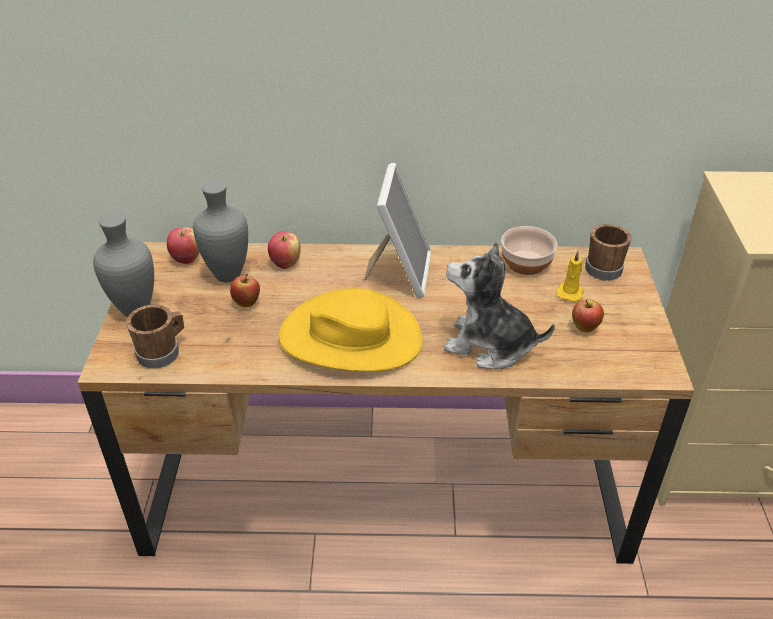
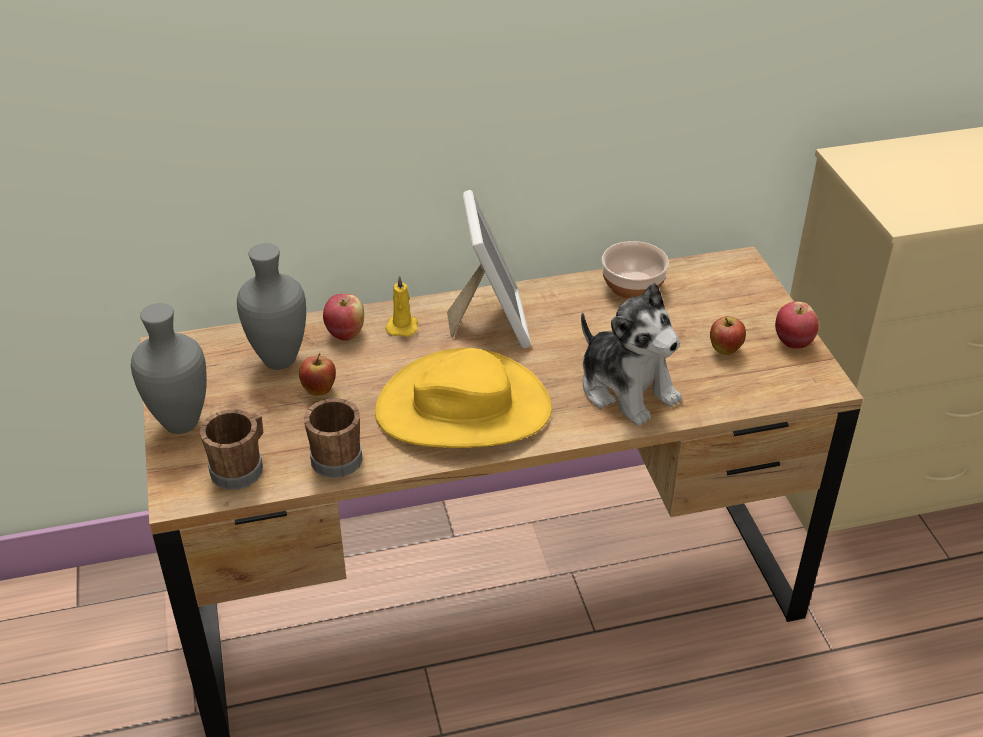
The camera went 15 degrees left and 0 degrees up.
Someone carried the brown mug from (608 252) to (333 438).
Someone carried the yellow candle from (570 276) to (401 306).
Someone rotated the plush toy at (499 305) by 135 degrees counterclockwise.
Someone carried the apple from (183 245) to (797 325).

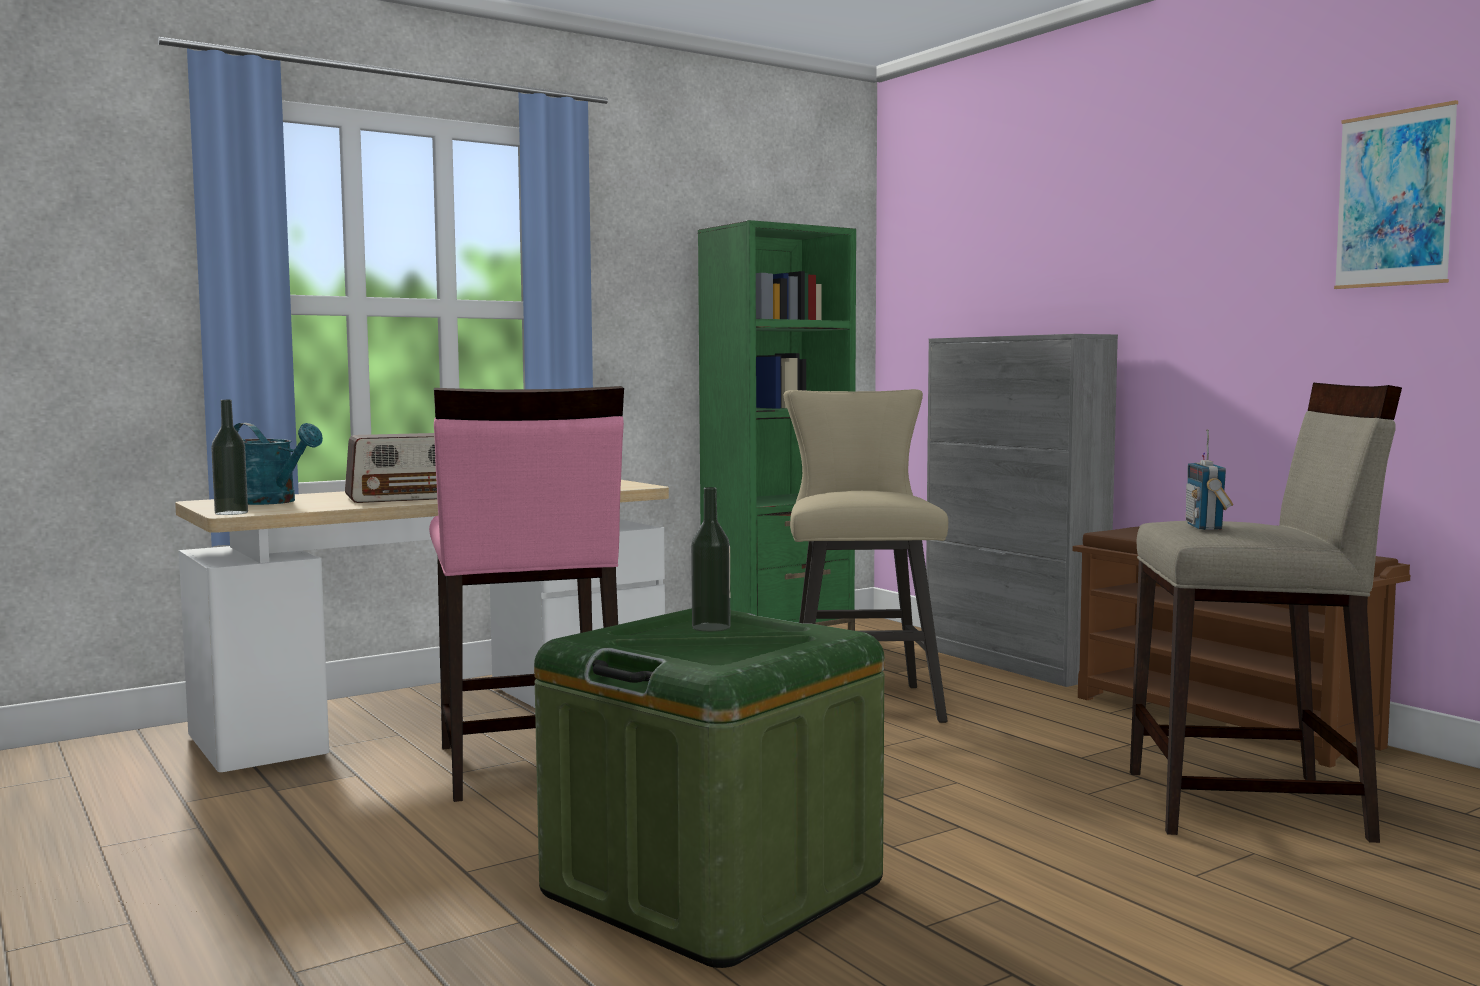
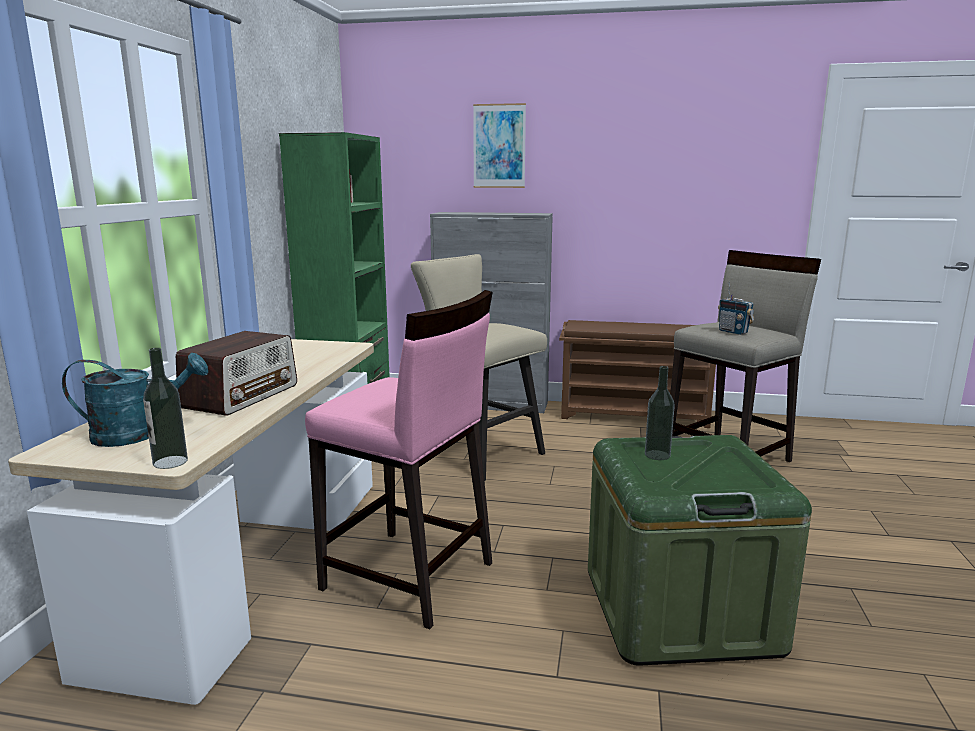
The camera went 45 degrees left and 10 degrees up.
Someone carried the picture from (1396 194) to (499 145).

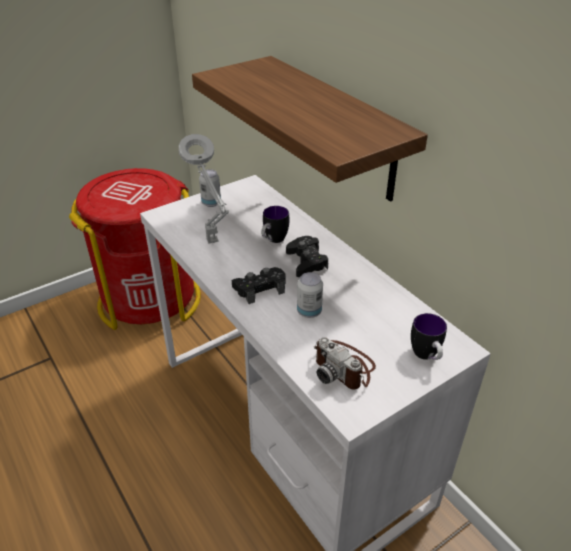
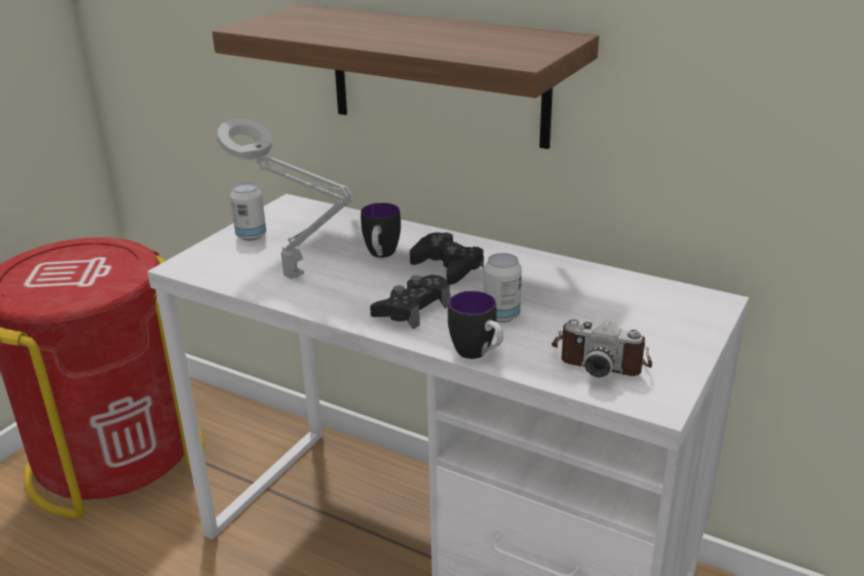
The camera went 25 degrees left and 10 degrees down.
Someone carried the mug from (429 336) to (475 325).

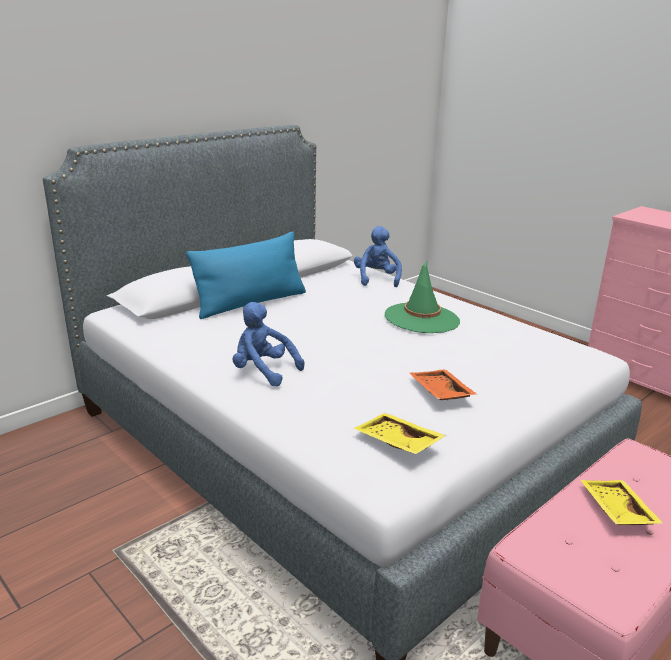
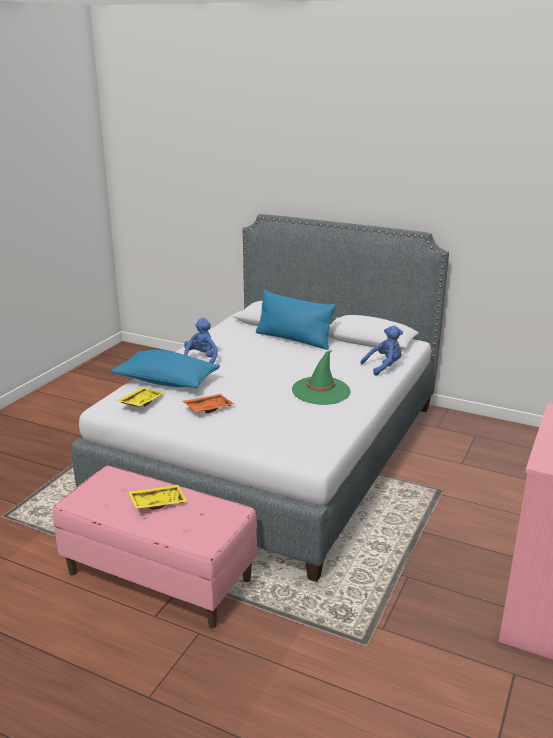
The camera went 70 degrees right and 0 degrees up.
Someone put down the blue pillow at (165 369).

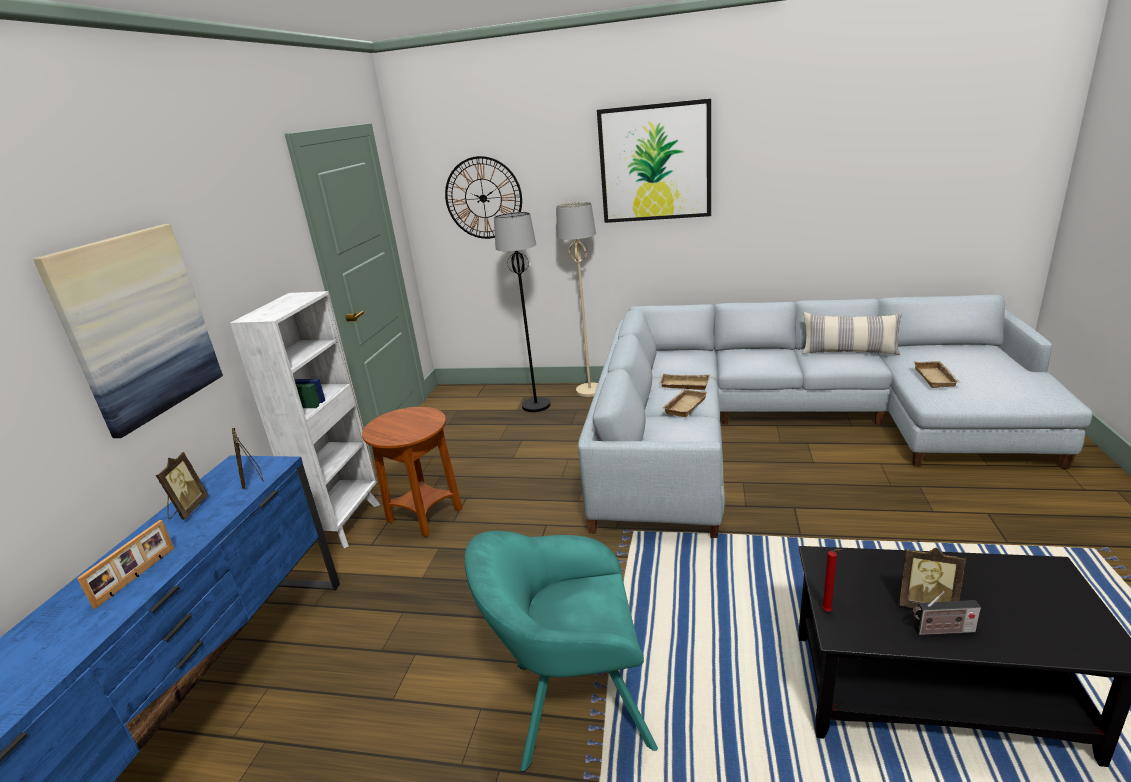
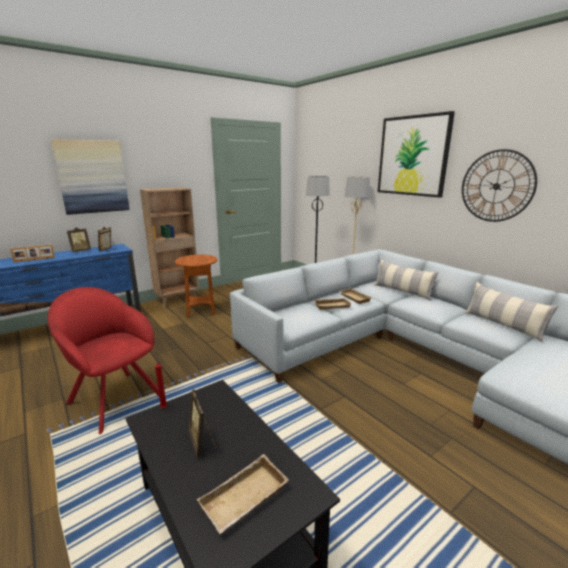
The camera went 40 degrees right and 5 degrees down.
Someone repainted the turquoise armchair at (561 651), which became the red armchair at (103 360).
Someone repainted the white bookcase at (305 419), which became the brown bookcase at (169 247).
Someone carried the beige tray from (937 374) to (243 494).
Someone put down the pillow at (406 280).
Someone carried the wall clock from (483 197) to (499 185).
Someone took away the radio at (946 613).

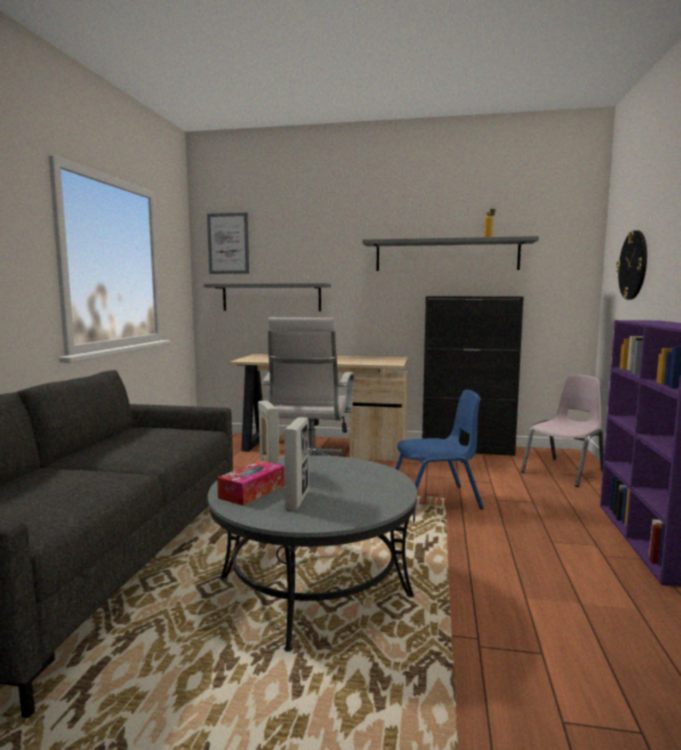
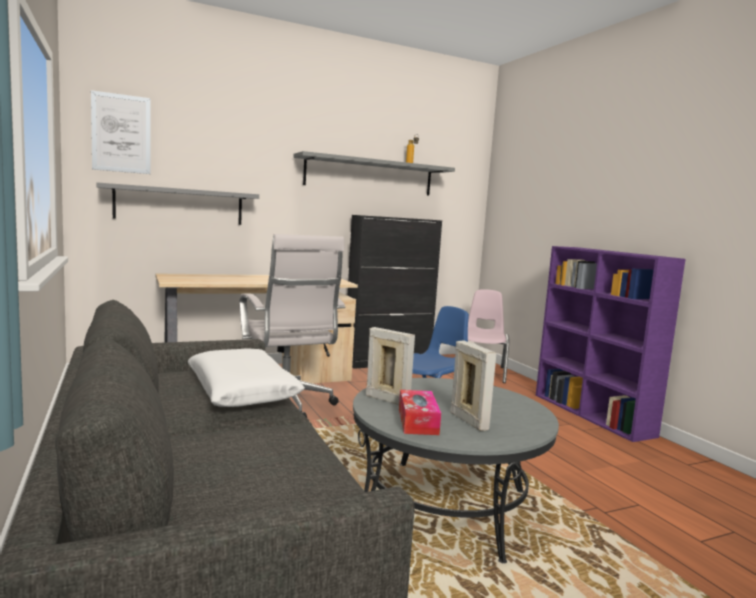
The camera went 35 degrees left and 0 degrees up.
Someone put down the white pillow at (246 377).
Someone took away the wall clock at (631 265).

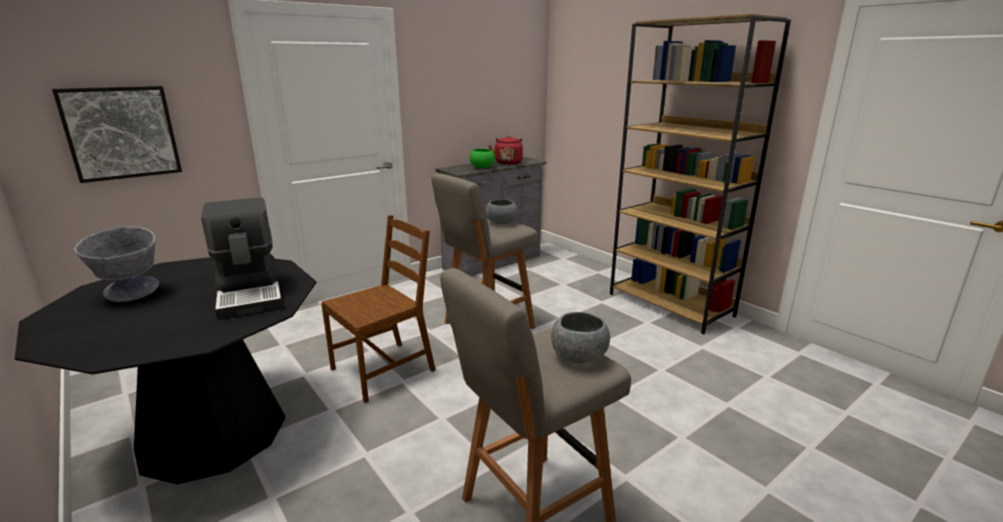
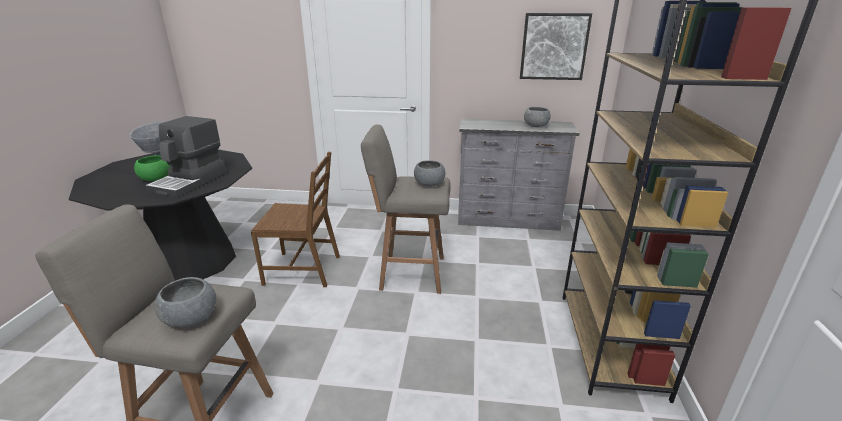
The camera went 45 degrees right and 5 degrees up.
Someone carried the green bowl from (482 158) to (152 168).
Someone carried the picture from (117 134) to (556 46).
Someone swapped the red kettle at (506 150) for the grey bowl at (537 117).

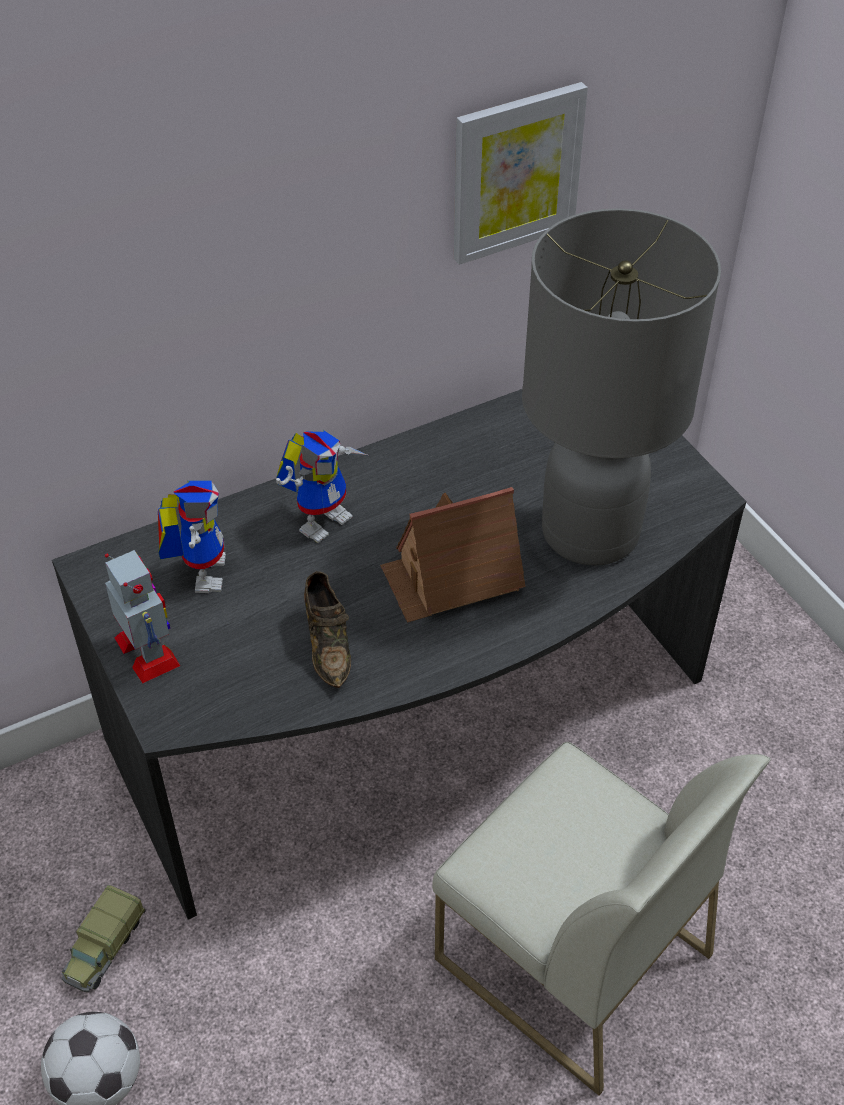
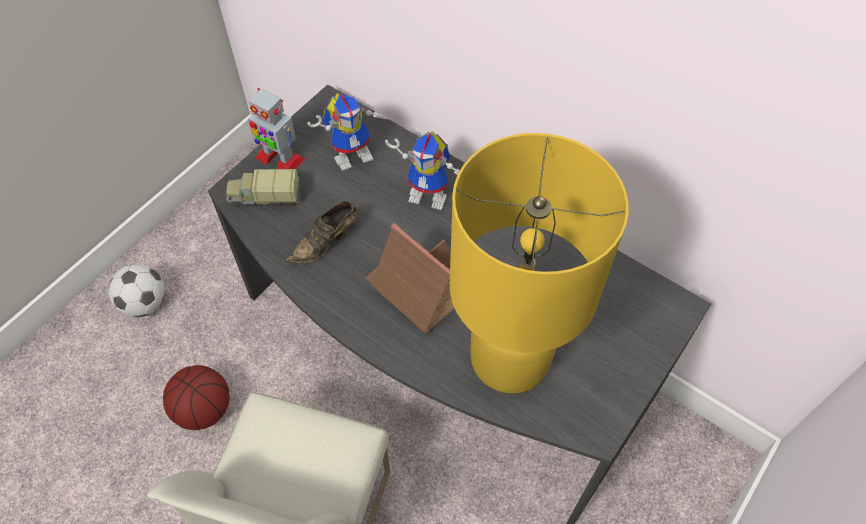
The camera went 65 degrees right and 10 degrees up.
Someone put down the basketball at (196 397).
Someone carried the toy truck from (103 938) to (264 188).
Someone rotated the toy robot at (142 616) by 90 degrees clockwise.
Someone repainted the grey table lamp at (621 386), which became the yellow table lamp at (539 263).
Someone took away the picture at (521 173).

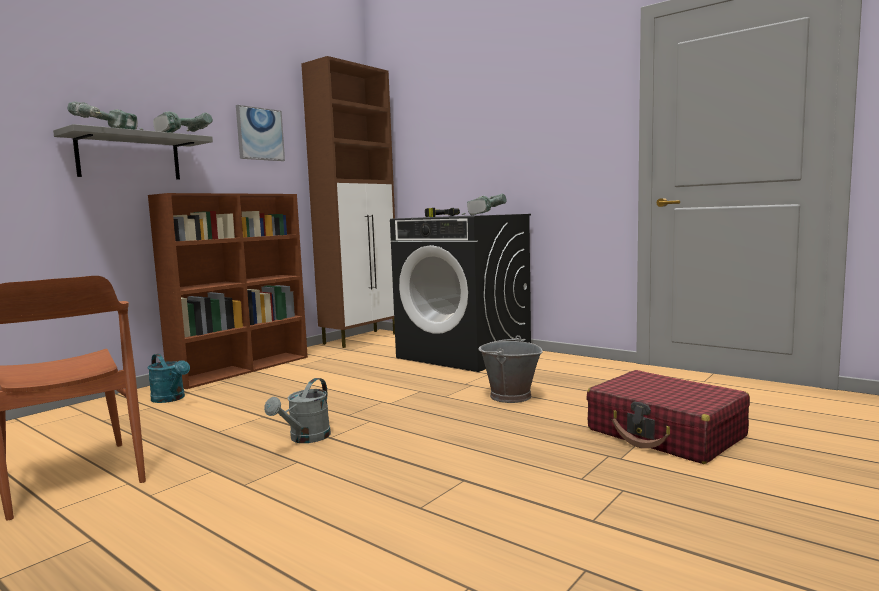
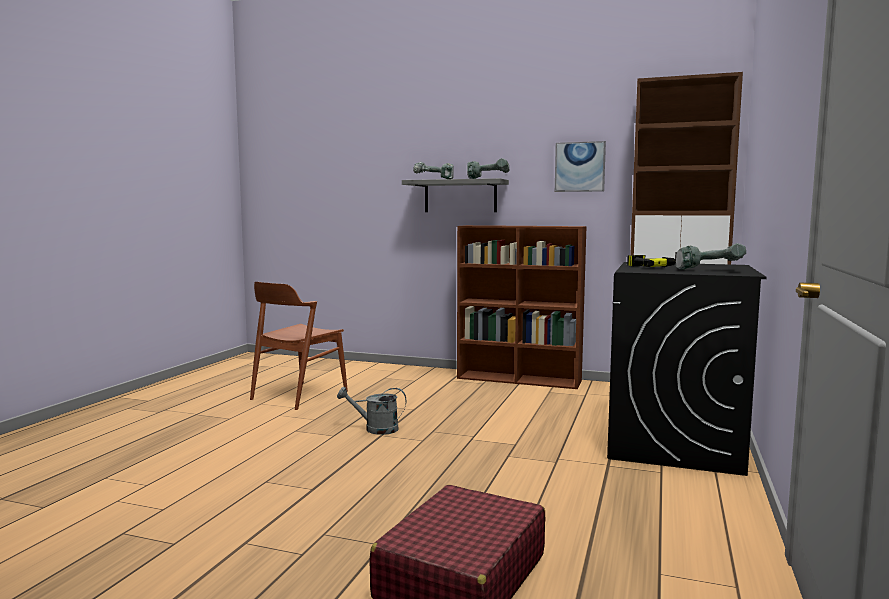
The camera went 70 degrees right and 0 degrees up.
Someone took away the turquoise watering can at (169 378).
Someone took away the grey bucket at (510 369).

